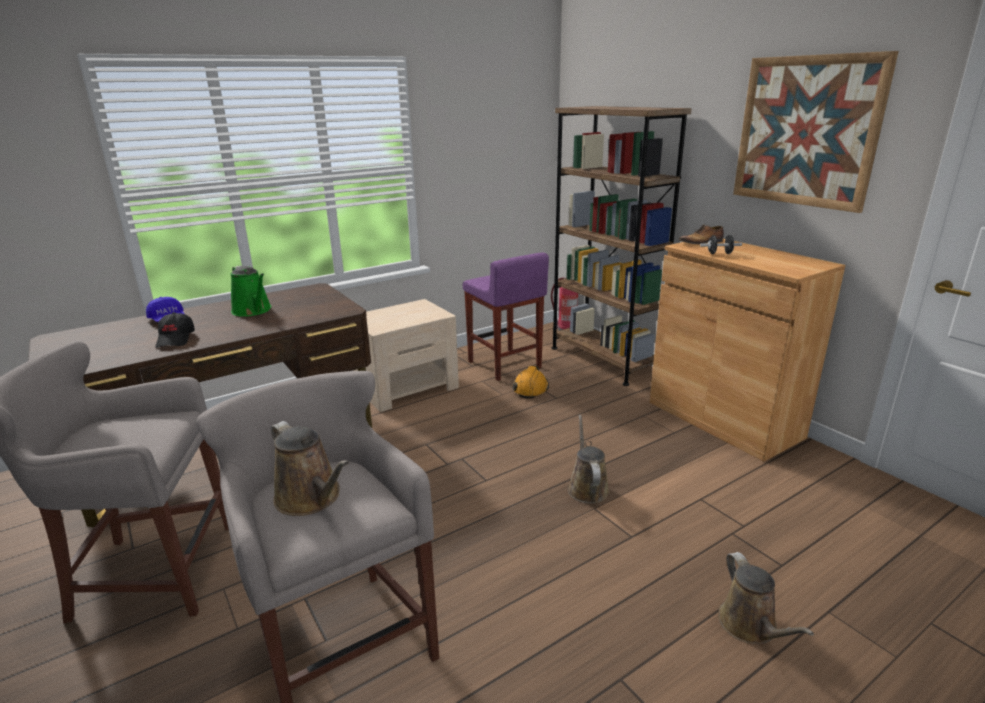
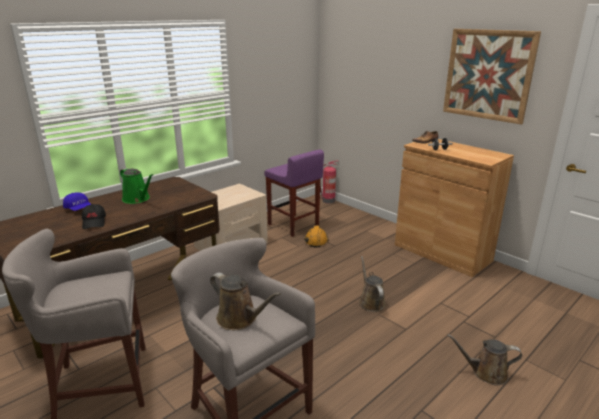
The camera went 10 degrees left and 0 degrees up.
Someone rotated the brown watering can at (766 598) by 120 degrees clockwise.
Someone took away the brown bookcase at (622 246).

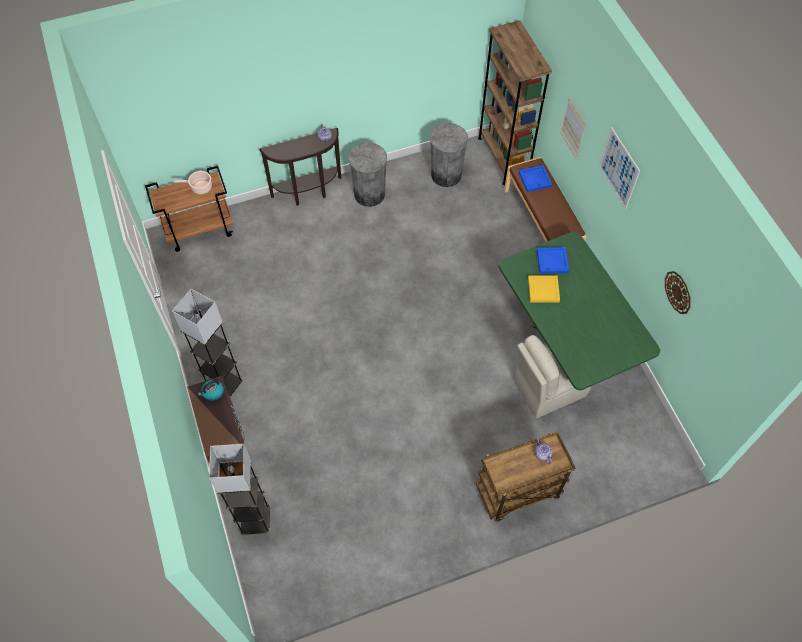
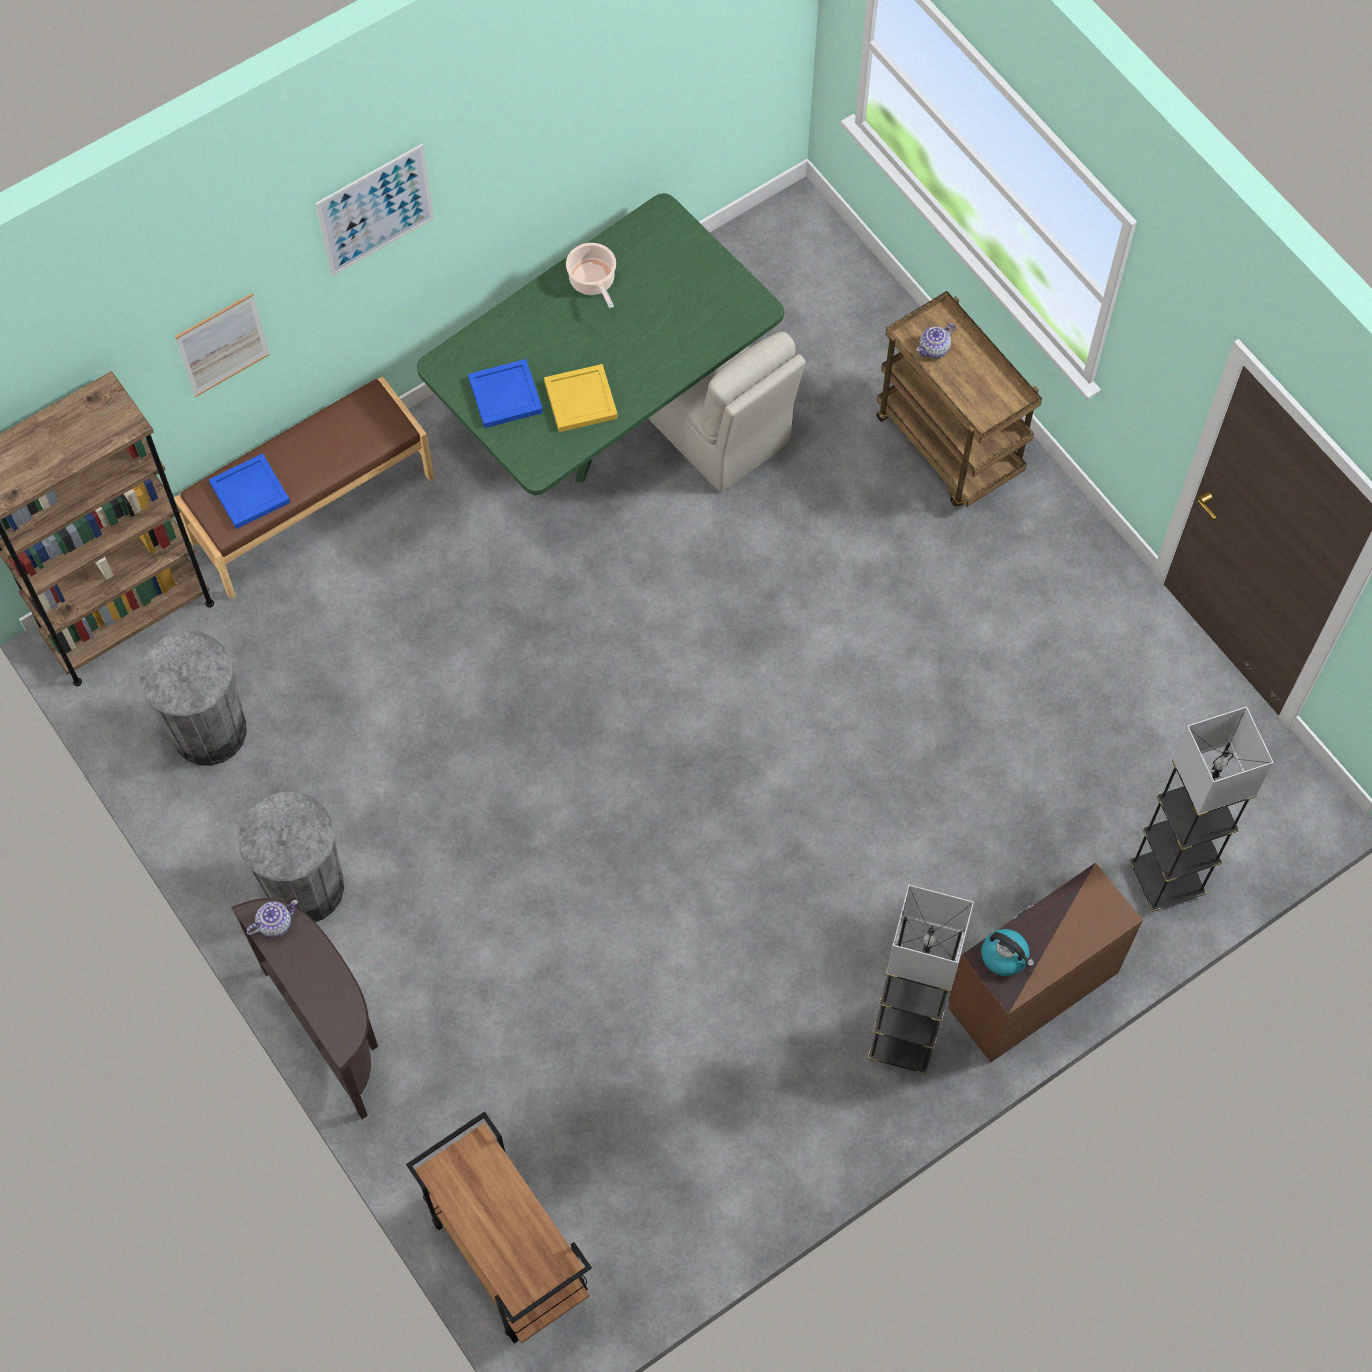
The camera went 105 degrees left and 5 degrees up.
Someone carried the cooking pot from (192 182) to (591 275).
Someone took away the wall clock at (677 292).

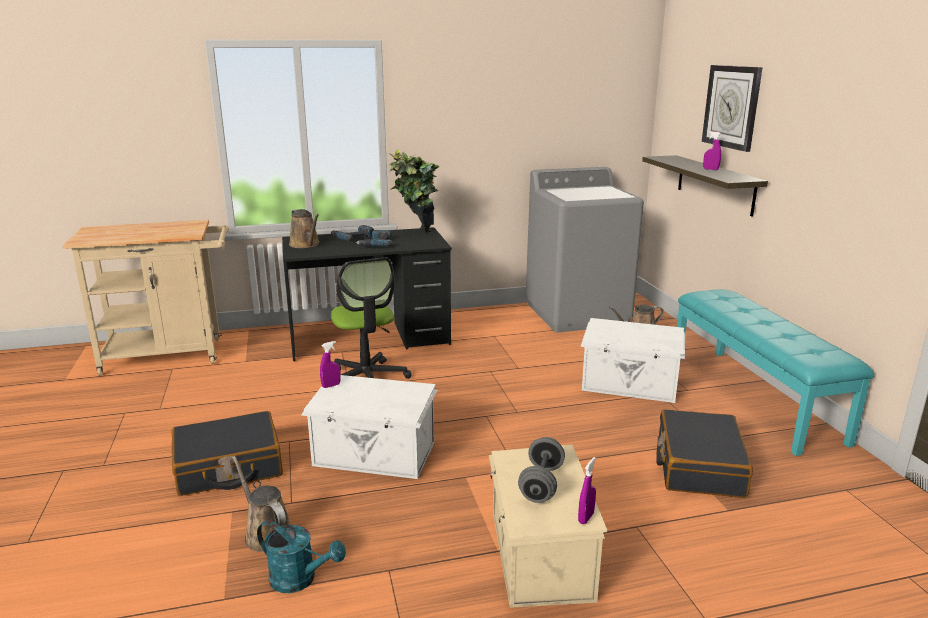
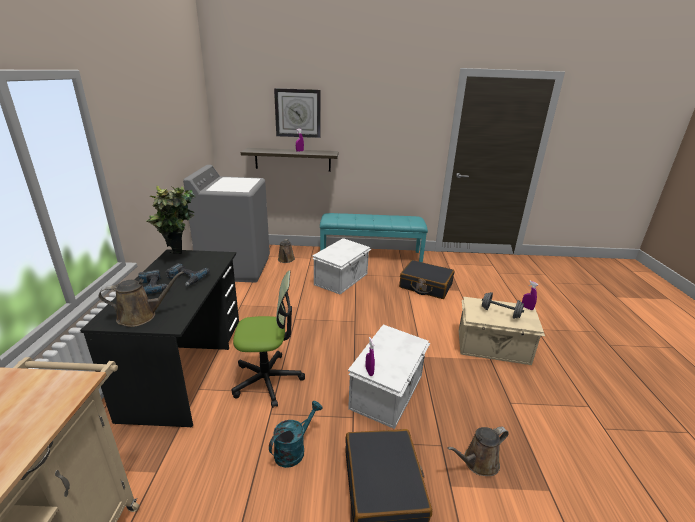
The camera went 75 degrees left and 5 degrees up.
Someone carried the turquoise watering can from (301 556) to (296 434).

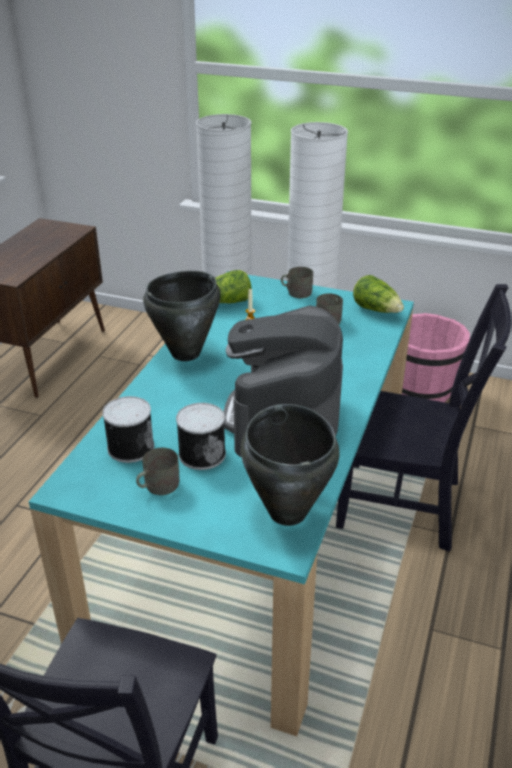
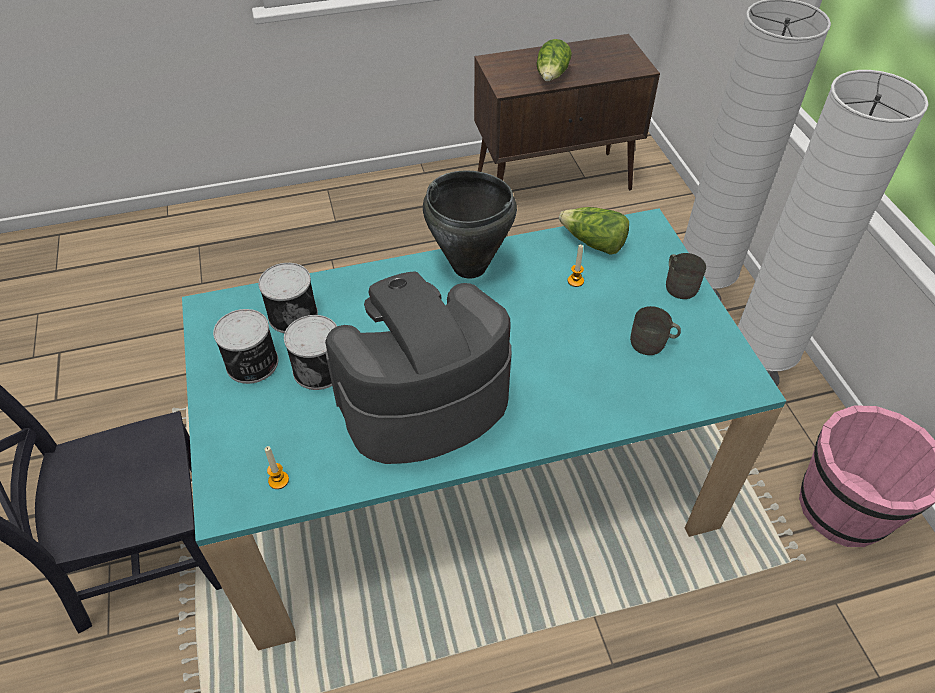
The camera went 55 degrees right and 15 degrees up.
Someone swapped the grey mug at (158 471) for the can at (245 346).
Someone swapped the black cooking pot at (290 465) for the candle at (277 467).
Someone carried the lettuce from (378 294) to (554 60).
Someone took away the black chair at (423 418).

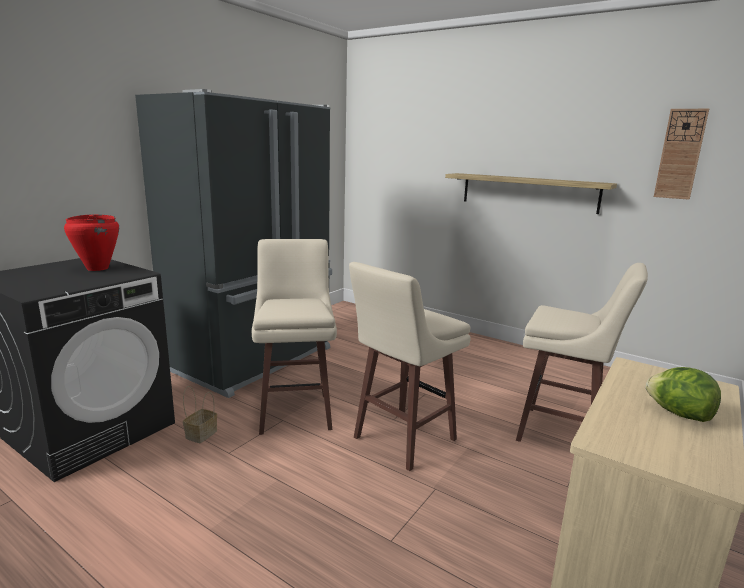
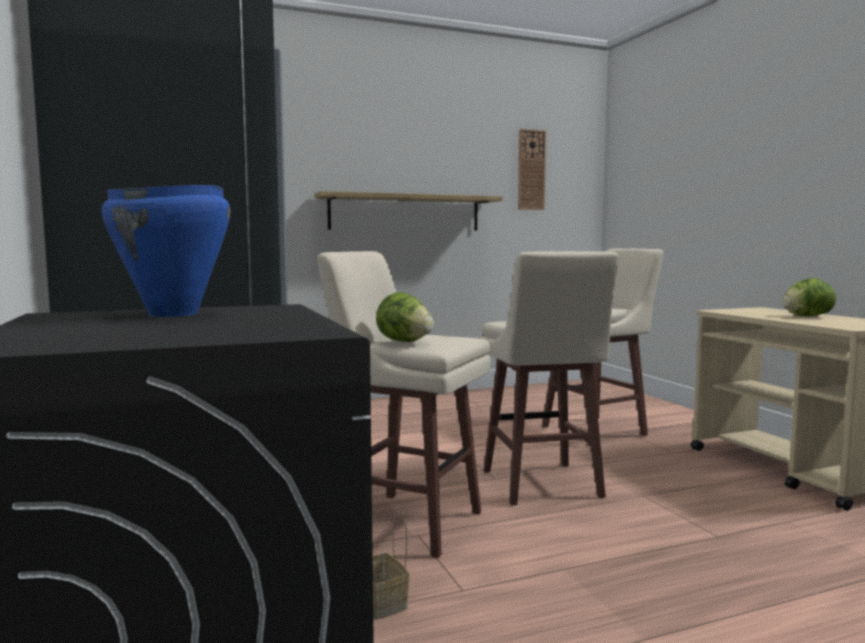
The camera went 55 degrees left and 10 degrees down.
Someone repainted the red cooking pot at (91 242), which became the blue cooking pot at (166 251).
Someone put down the lettuce at (405 317).

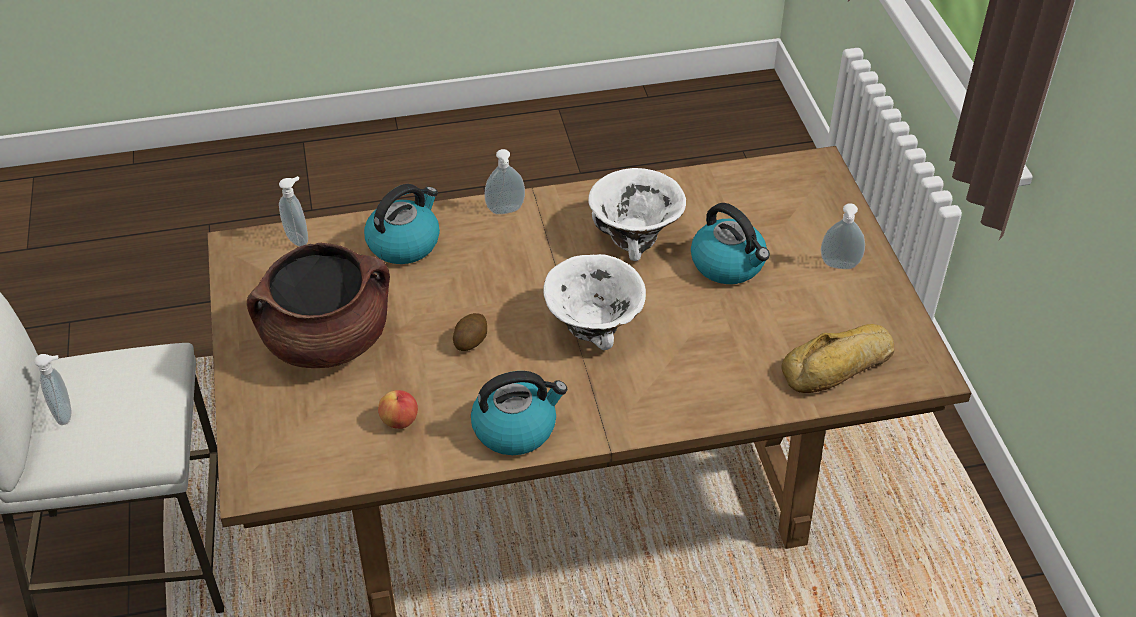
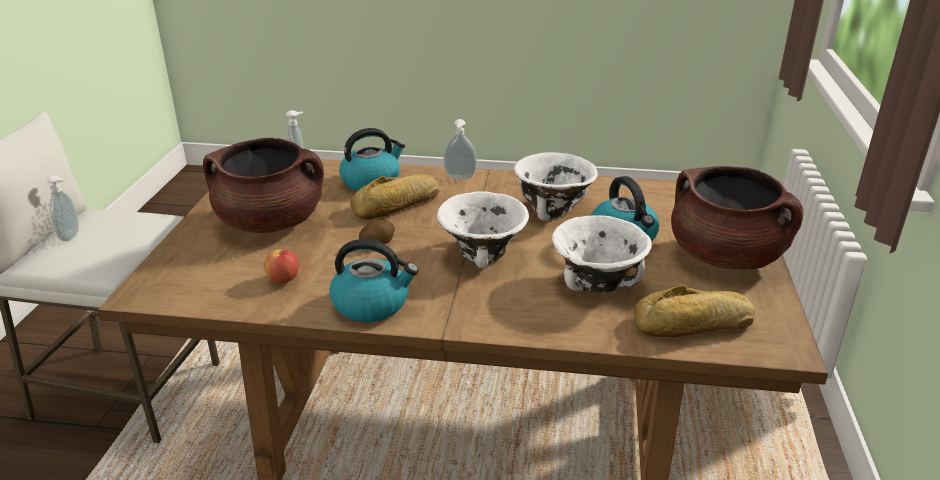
The camera went 20 degrees right and 15 degrees down.
Someone put down the bread at (394 196).
Someone put down the white bowl at (602 253).
Someone swapped the soap dispenser at (843 236) for the brown cooking pot at (737 217).

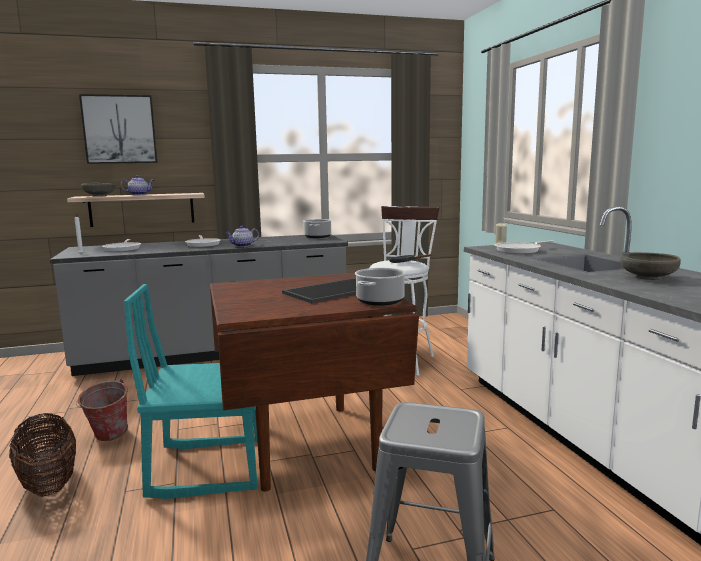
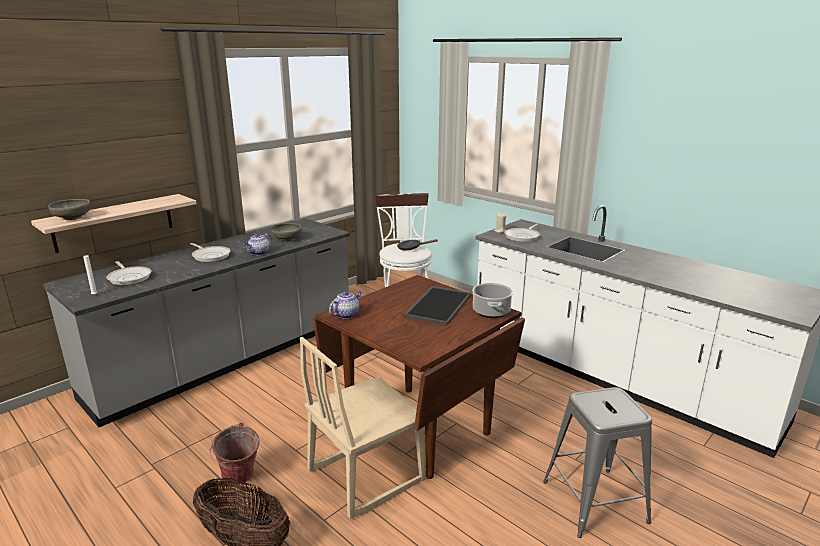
The camera went 30 degrees left and 10 degrees up.
Someone carried the grey bowl from (650 266) to (286 232).
Someone repainted the turquoise chair at (190 391), which became the beige chair at (363 428).
Someone carried the teapot from (138 185) to (345 305).
Someone took away the picture at (118 129).
Someone took away the cooking pot at (317 228).

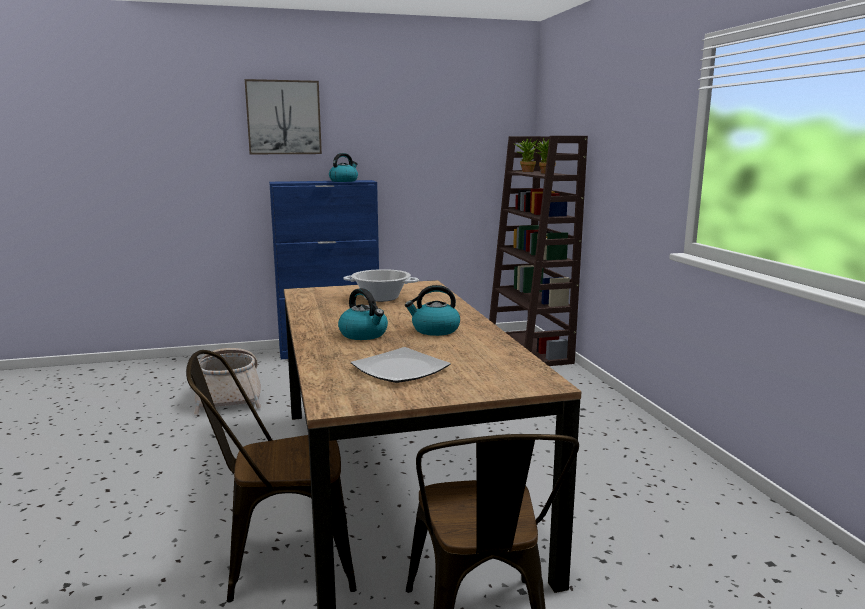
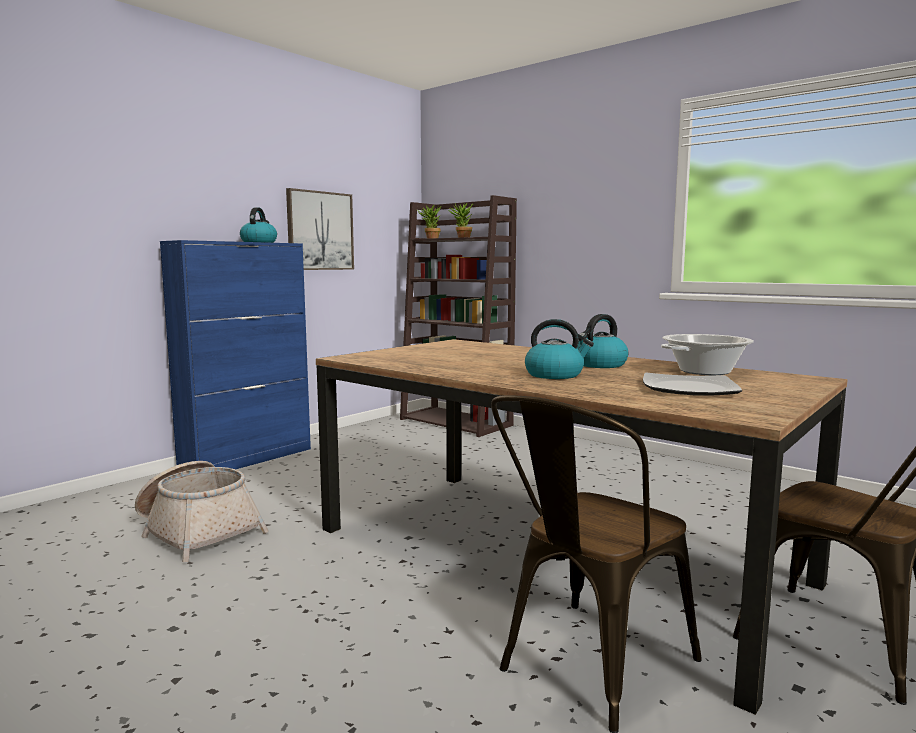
The camera went 35 degrees left and 5 degrees down.
Someone carried the picture from (283 116) to (320 229).
Someone carried the cooking pot from (381 285) to (707 354).

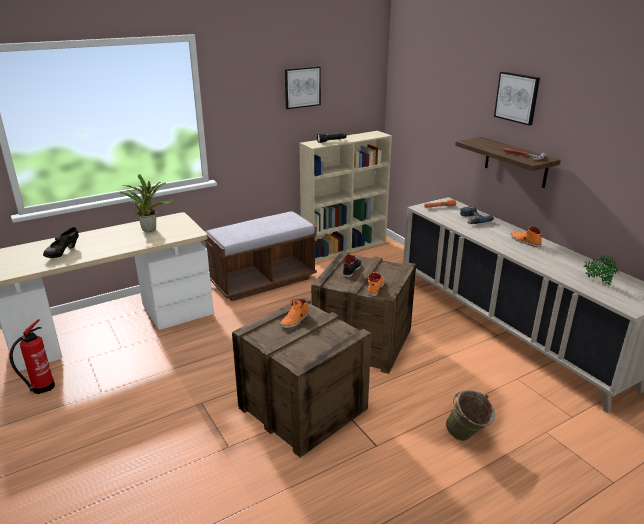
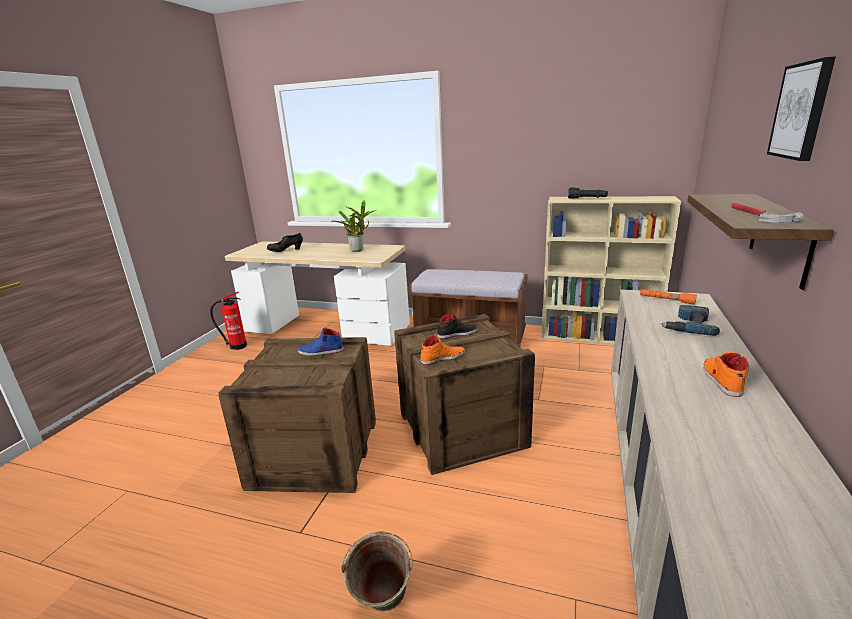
The camera went 50 degrees right and 5 degrees down.
Someone repainted the orange shoe at (294 313), which became the blue shoe at (321 342).
Someone took away the picture at (303 87).
Someone took away the potted plant at (601 270).

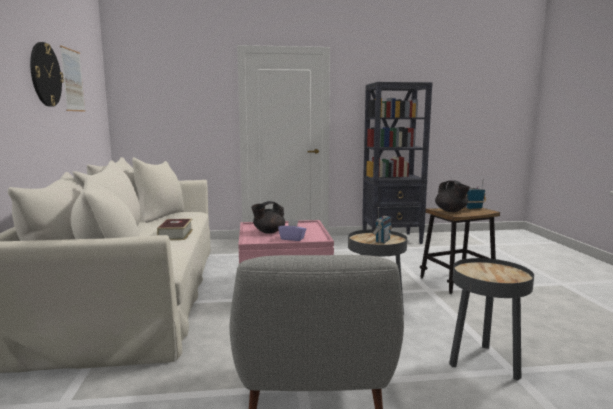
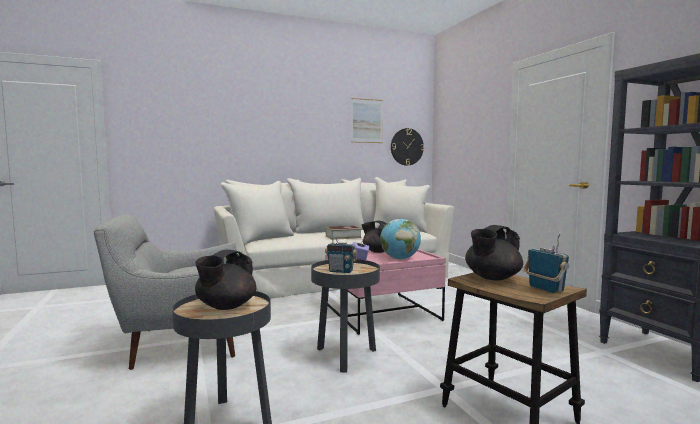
The camera went 75 degrees right and 5 degrees down.
Someone put down the black teapot at (225 280).
Someone put down the globe at (400 239).
Someone carried the wall clock from (47 74) to (407 147).

